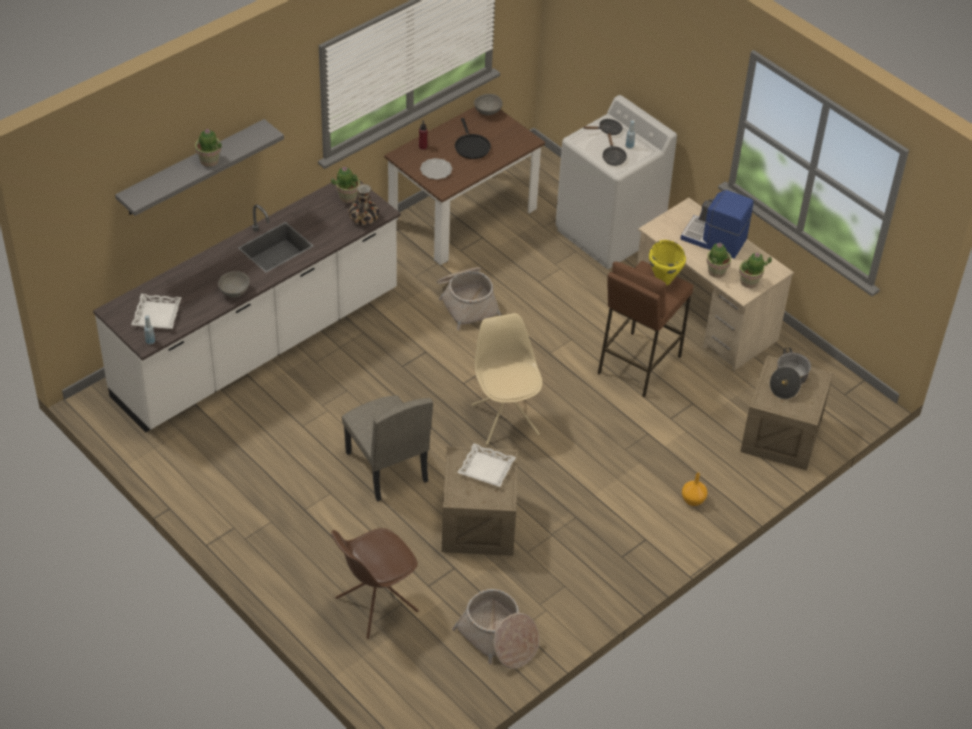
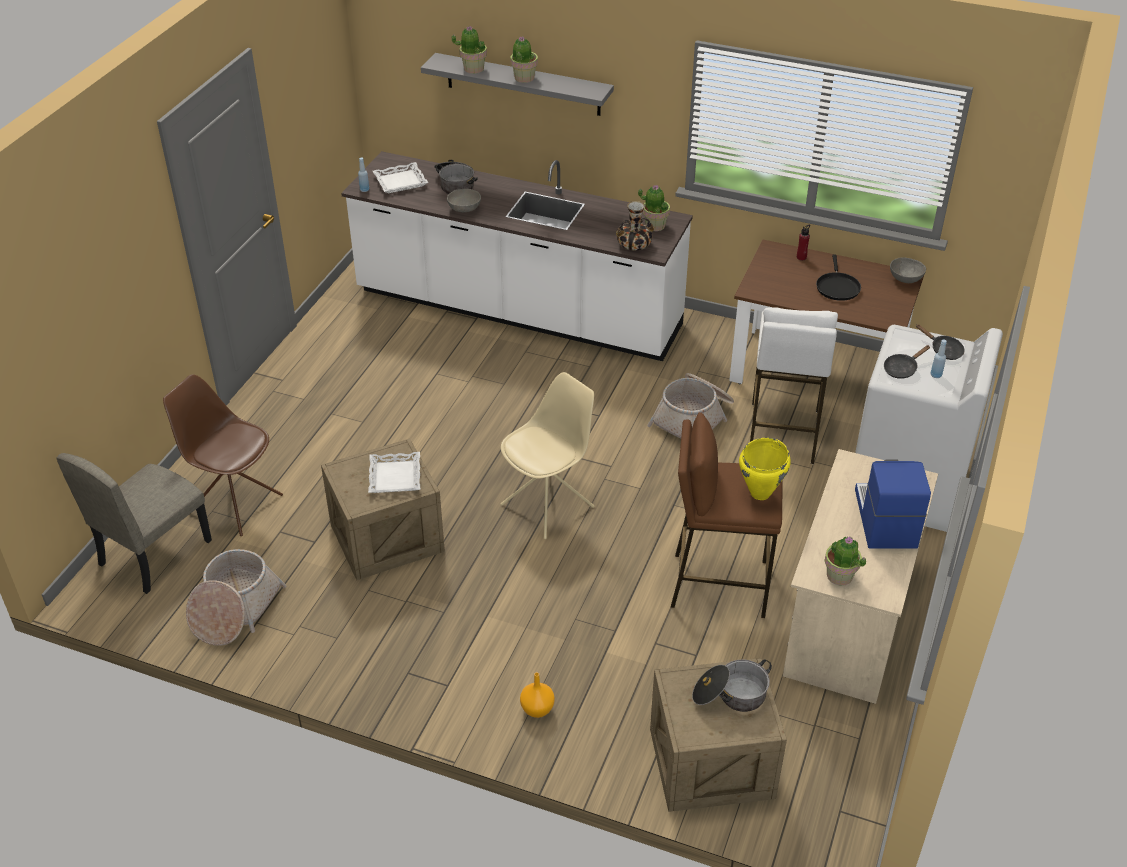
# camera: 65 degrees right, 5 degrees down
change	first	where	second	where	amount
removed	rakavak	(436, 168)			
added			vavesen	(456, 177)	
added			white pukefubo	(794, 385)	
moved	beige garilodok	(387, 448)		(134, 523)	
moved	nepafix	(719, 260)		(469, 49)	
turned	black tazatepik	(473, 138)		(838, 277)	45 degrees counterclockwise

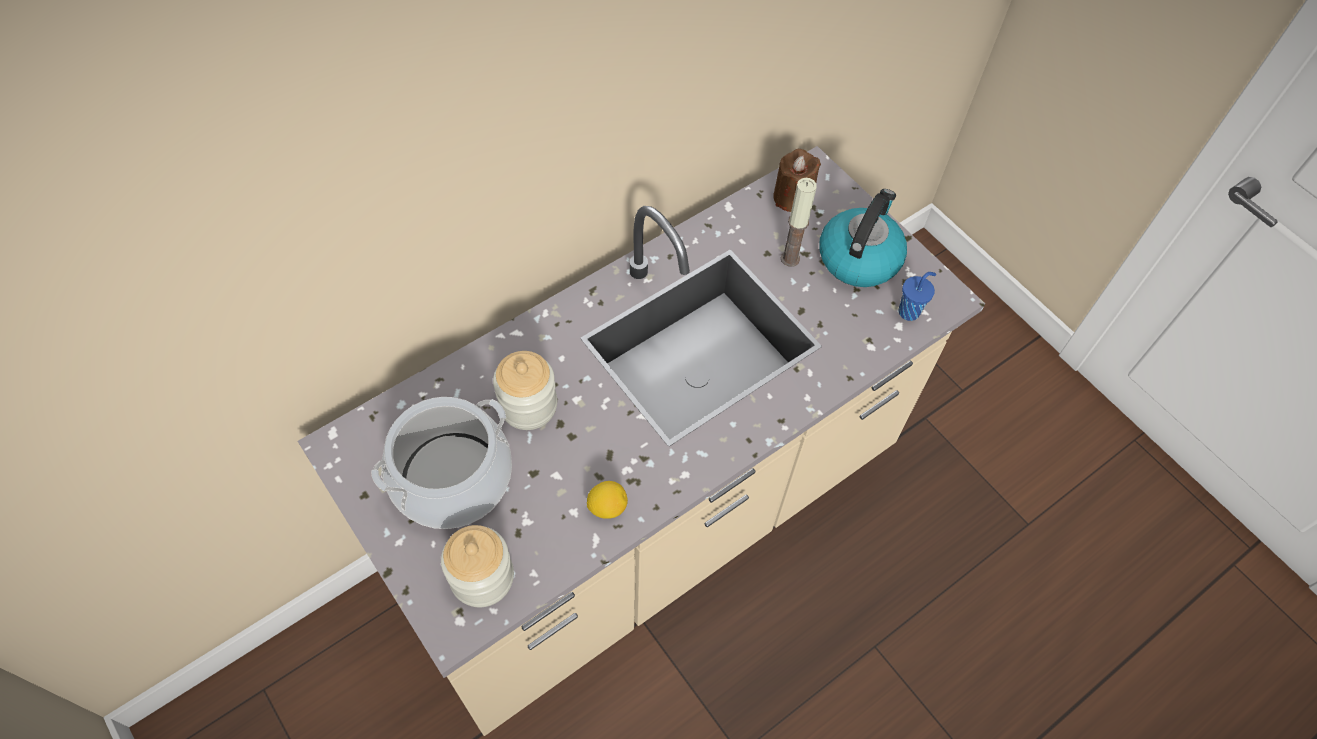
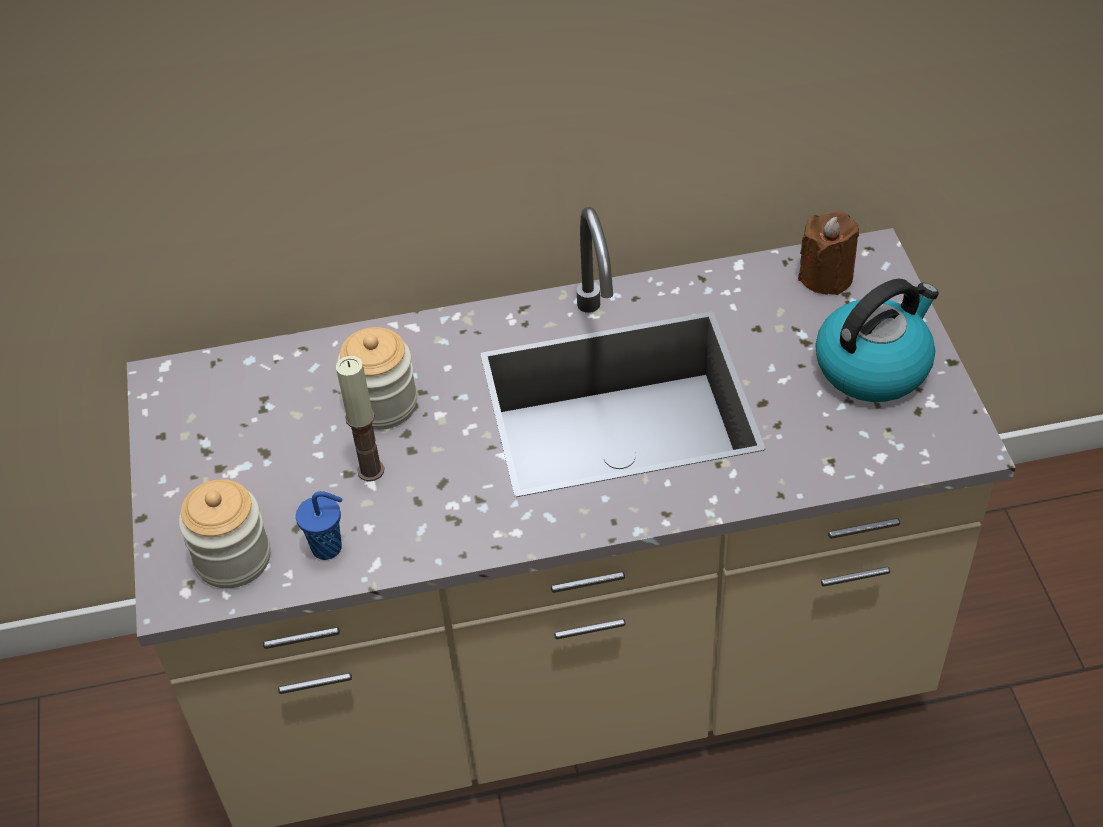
# camera: 30 degrees right, 10 degrees down
change	first	where	second	where	amount
removed	vavesen	(441, 463)			
removed	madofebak	(607, 500)			
moved	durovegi	(799, 222)		(360, 418)	
moved	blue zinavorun	(917, 296)		(319, 525)	

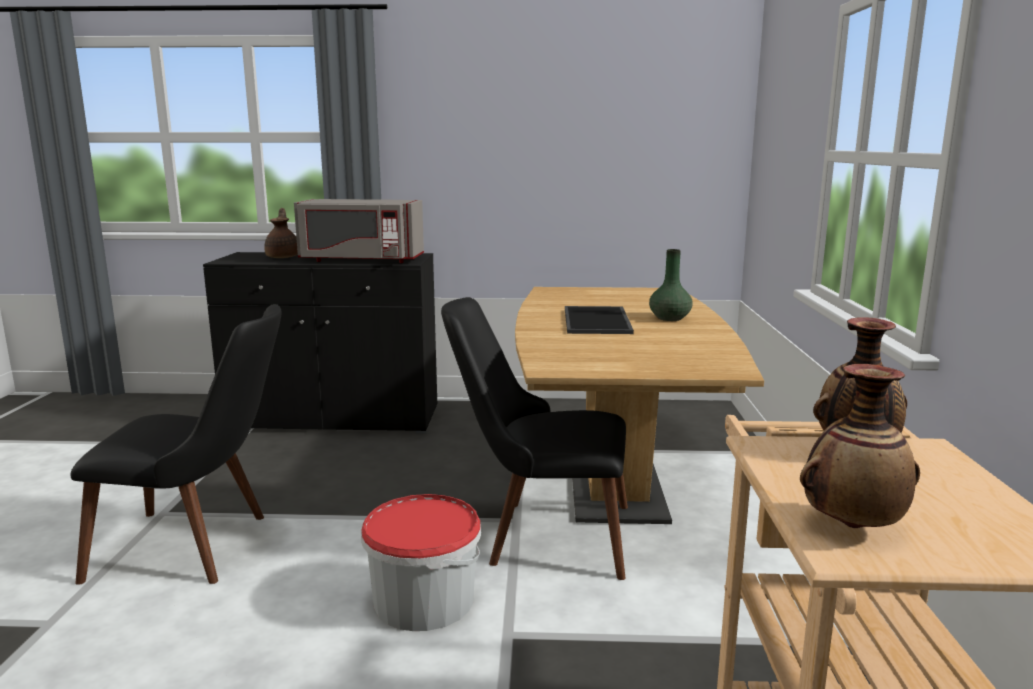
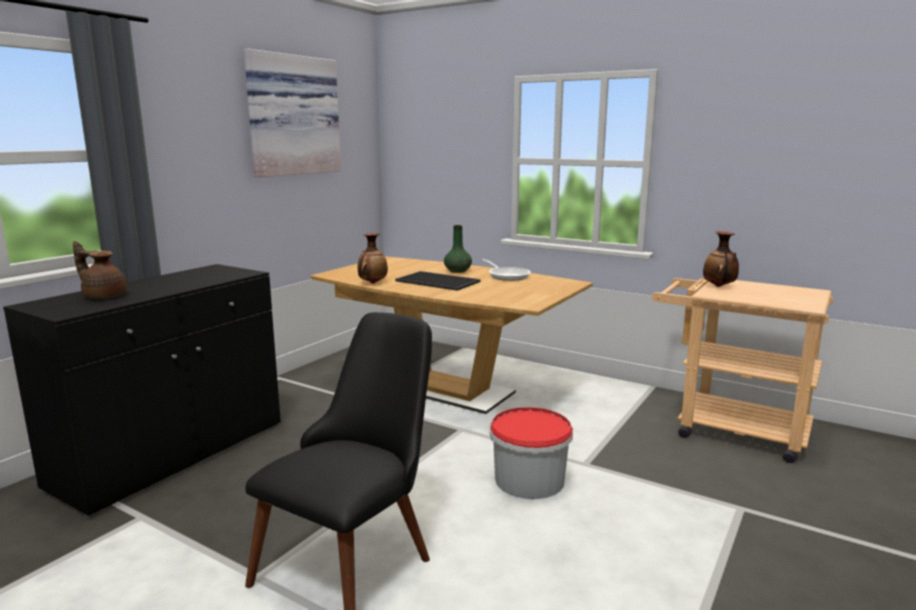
# camera: 60 degrees left, 0 degrees up
change	first	where	second	where	amount
removed	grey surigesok	(359, 231)			
removed	black garilodok	(534, 438)			
added			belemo	(292, 113)	
added			tazatepik	(506, 270)	
moved	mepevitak	(860, 446)		(373, 258)	

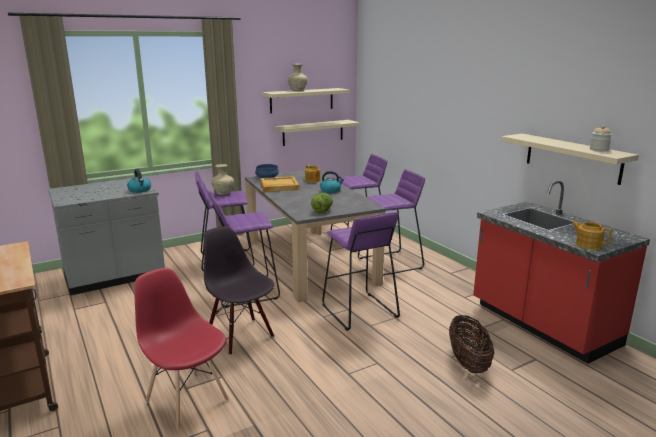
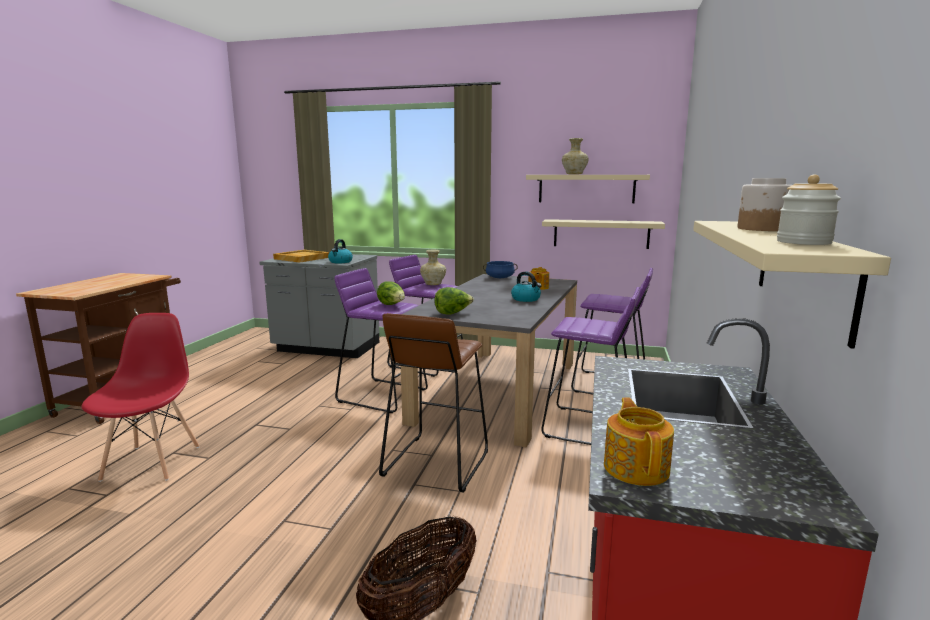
# camera: 45 degrees right, 5 degrees down
change	first	where	second	where	amount
removed	black garilodok	(239, 291)			
added			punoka	(391, 293)	
added			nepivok	(765, 204)	
moved	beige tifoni	(280, 184)		(301, 256)	
recoloured	purple pukefubo	(361, 271)	brown pukefubo	(433, 403)	

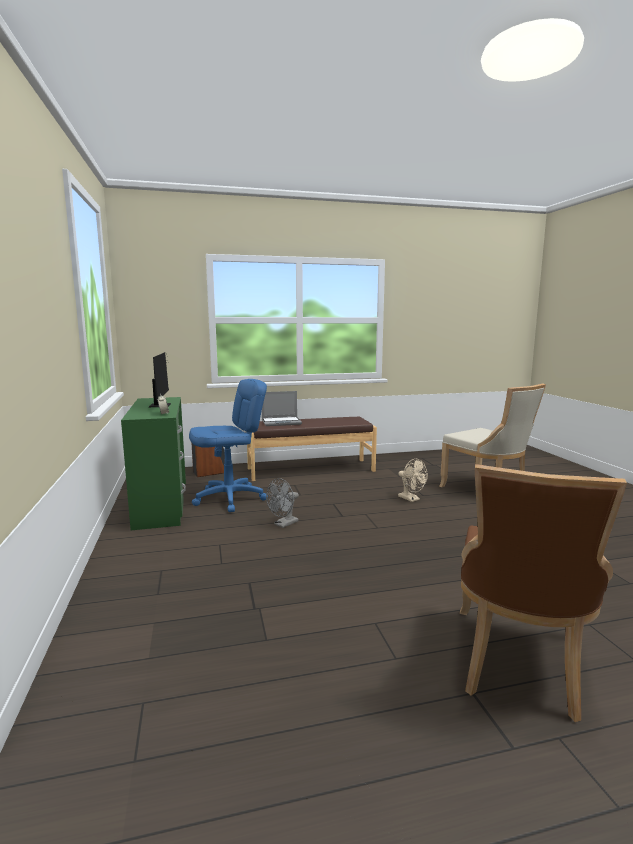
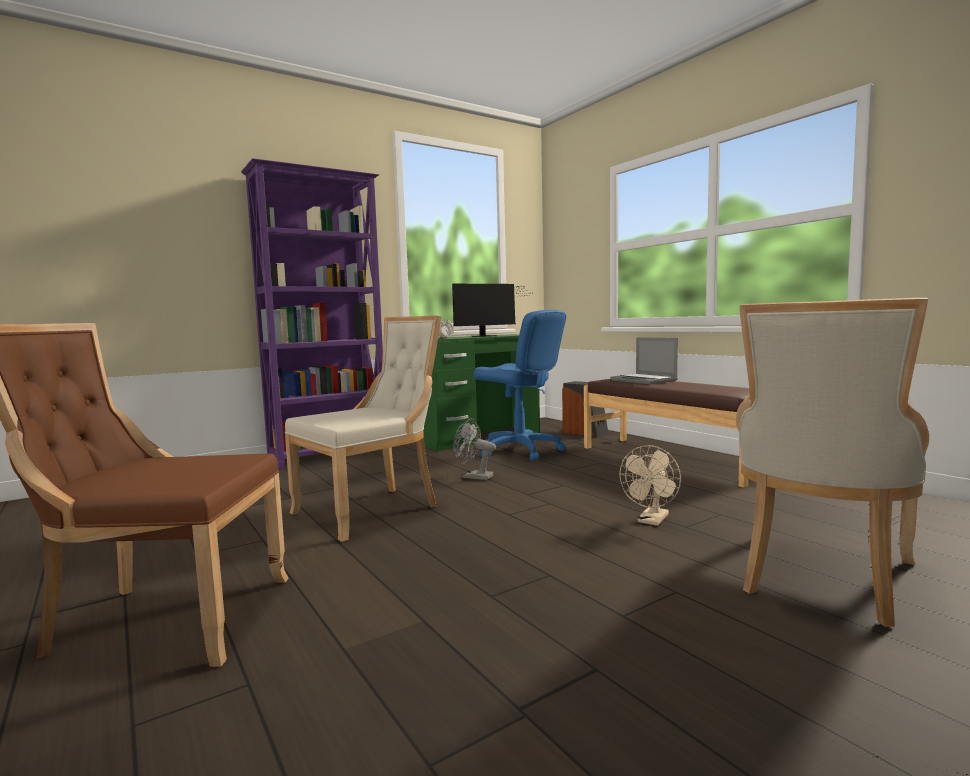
# camera: 70 degrees right, 5 degrees down
change	first	where	second	where	amount
added			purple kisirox	(312, 314)	
added			beige garilodok	(363, 428)	

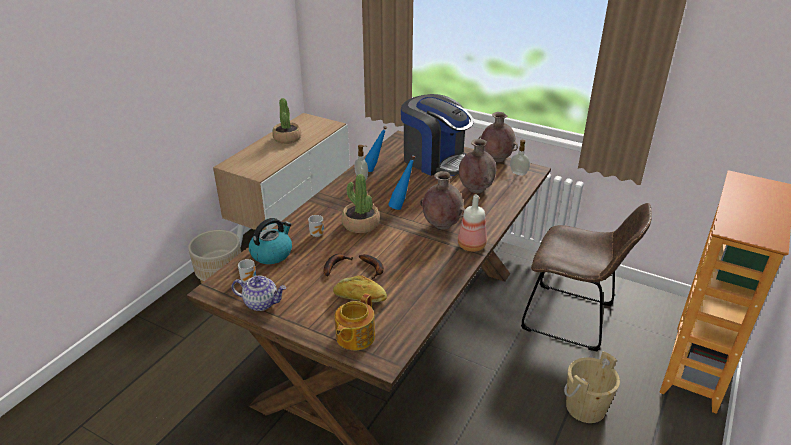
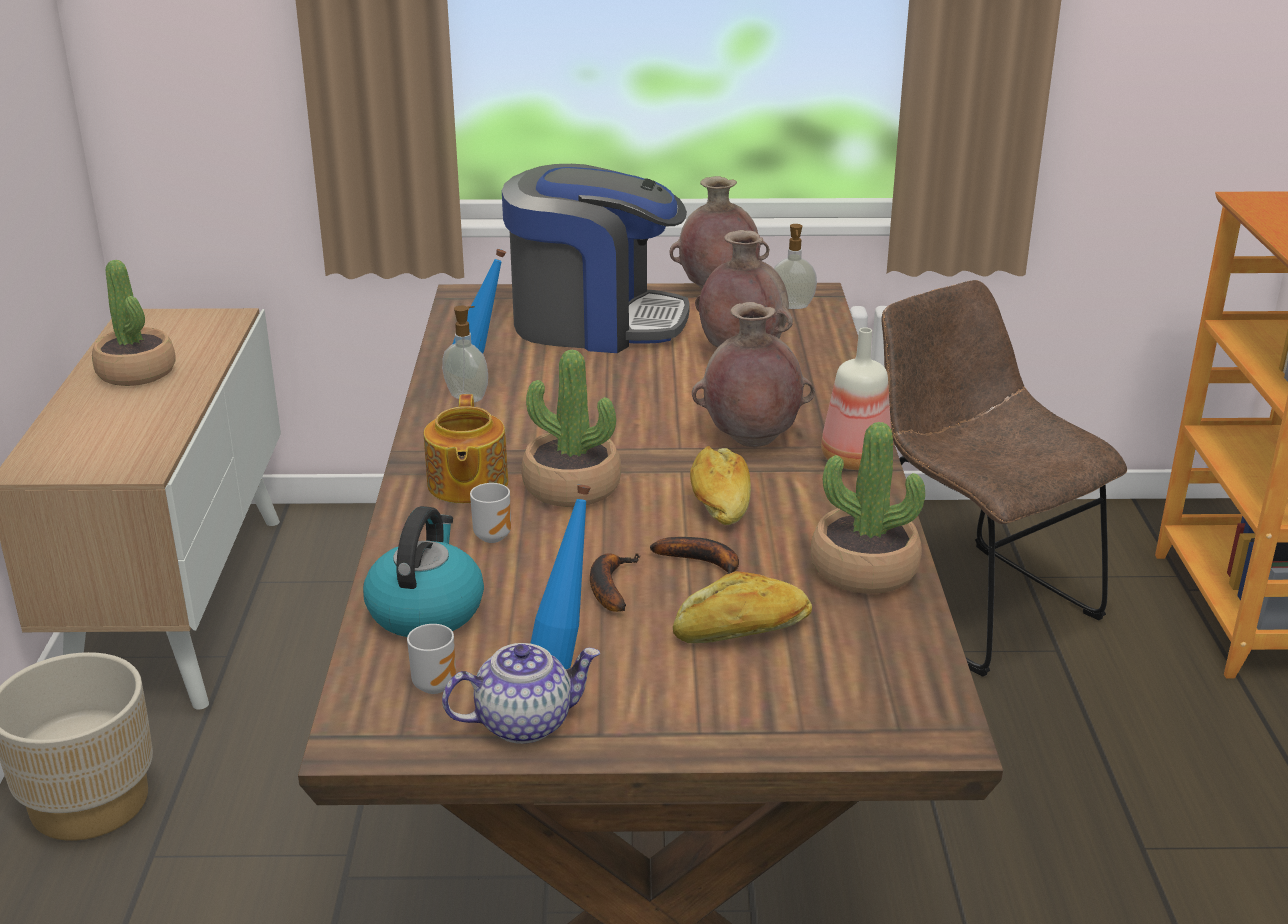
# camera: 30 degrees left, 5 degrees down
change	first	where	second	where	amount
removed	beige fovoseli	(592, 387)			
added			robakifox	(720, 485)	
added			nepafix	(868, 508)	
moved	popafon	(355, 321)		(466, 448)	
moved	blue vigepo	(401, 182)		(560, 576)	
turned	brown garilodok	(586, 277)		(1004, 478)	120 degrees counterclockwise

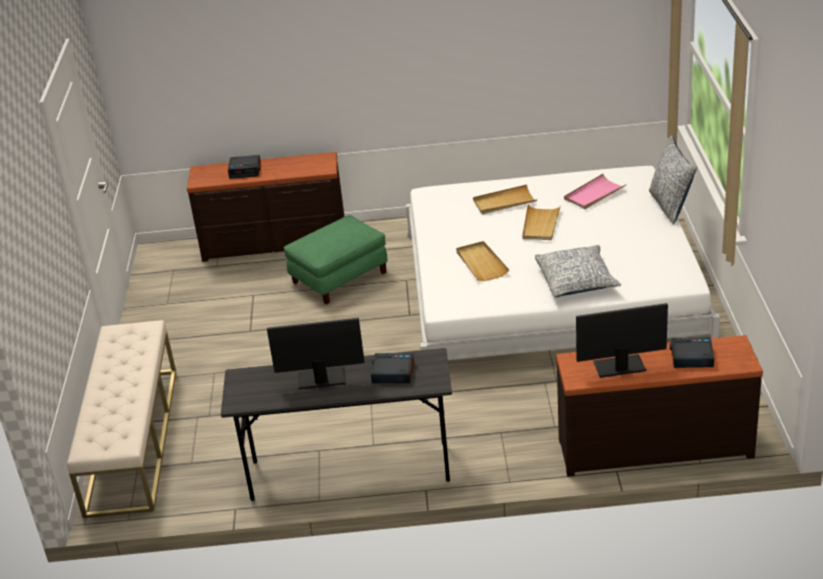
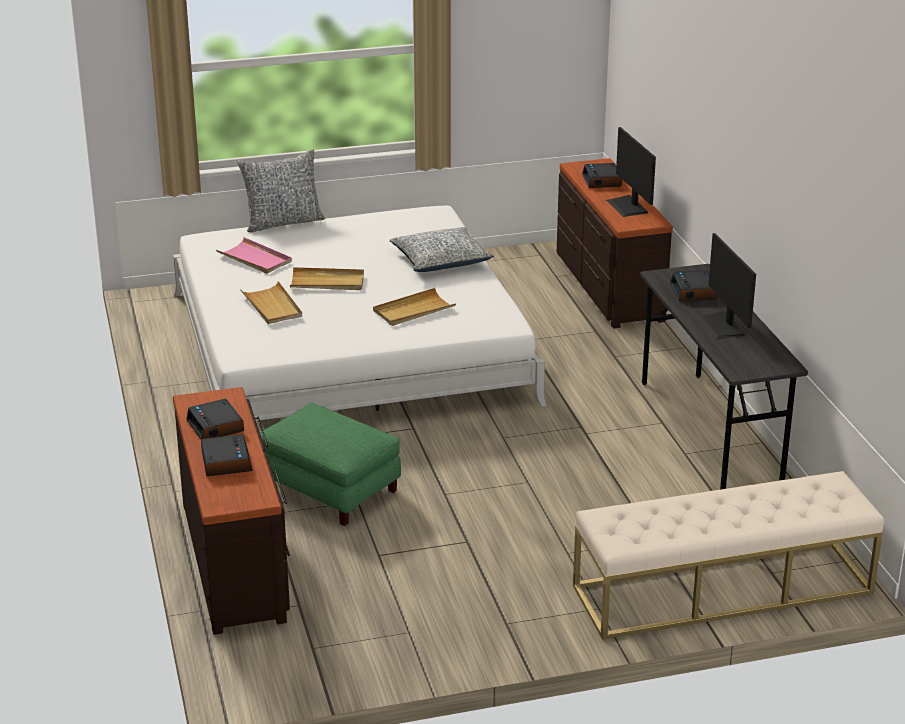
# camera: 105 degrees left, 5 degrees down
change	first	where	second	where	amount
added			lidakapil	(215, 419)	

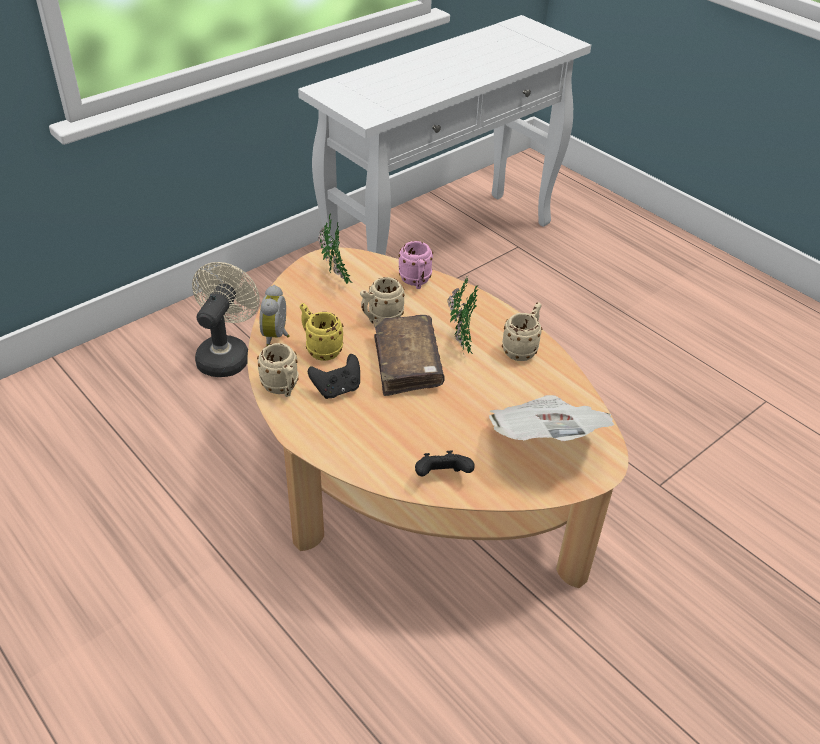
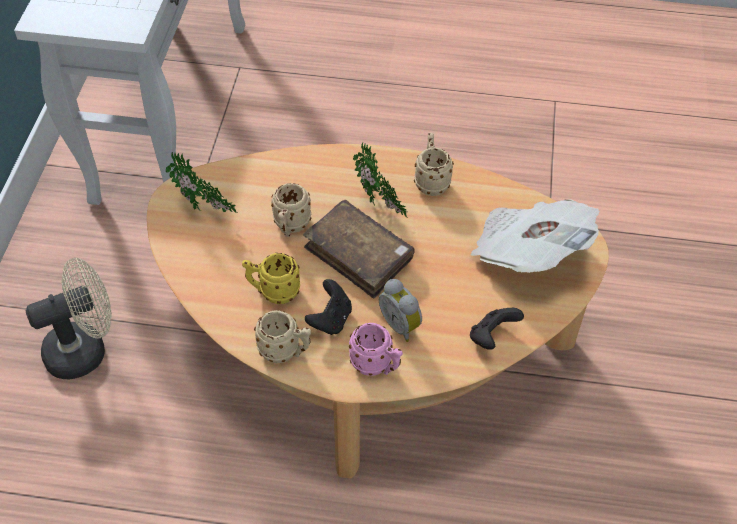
# camera: 40 degrees left, 10 degrees up
change	first	where	second	where	amount
moved	lidakapil	(274, 315)		(400, 310)	
moved	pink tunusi	(416, 265)		(376, 349)	
turned	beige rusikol	(226, 319)		(69, 318)	90 degrees clockwise

